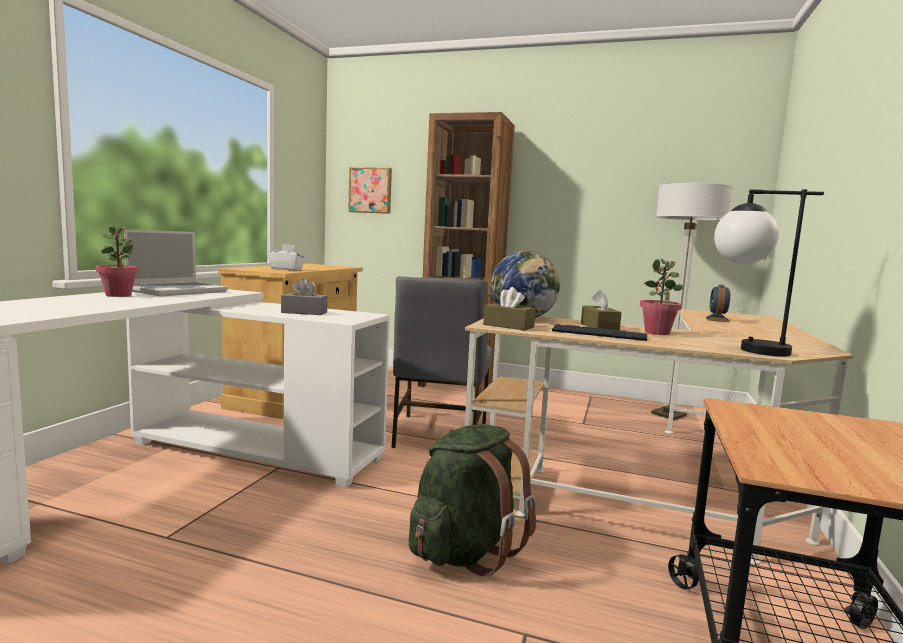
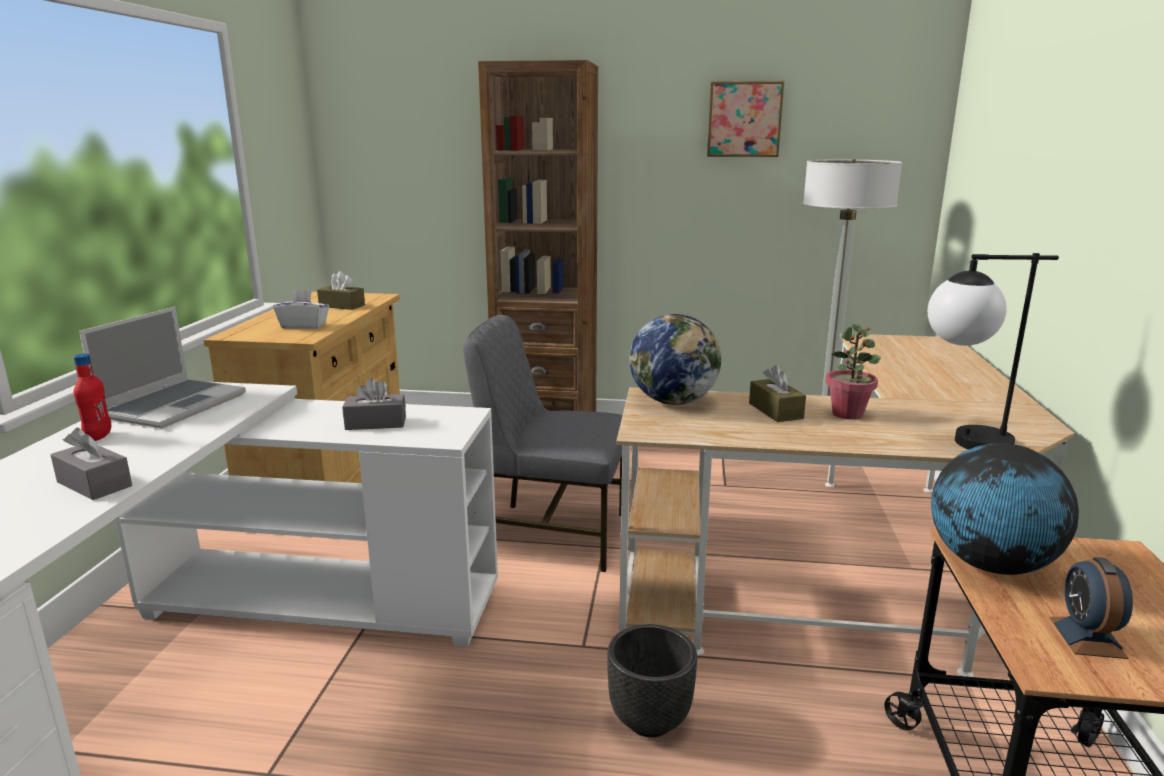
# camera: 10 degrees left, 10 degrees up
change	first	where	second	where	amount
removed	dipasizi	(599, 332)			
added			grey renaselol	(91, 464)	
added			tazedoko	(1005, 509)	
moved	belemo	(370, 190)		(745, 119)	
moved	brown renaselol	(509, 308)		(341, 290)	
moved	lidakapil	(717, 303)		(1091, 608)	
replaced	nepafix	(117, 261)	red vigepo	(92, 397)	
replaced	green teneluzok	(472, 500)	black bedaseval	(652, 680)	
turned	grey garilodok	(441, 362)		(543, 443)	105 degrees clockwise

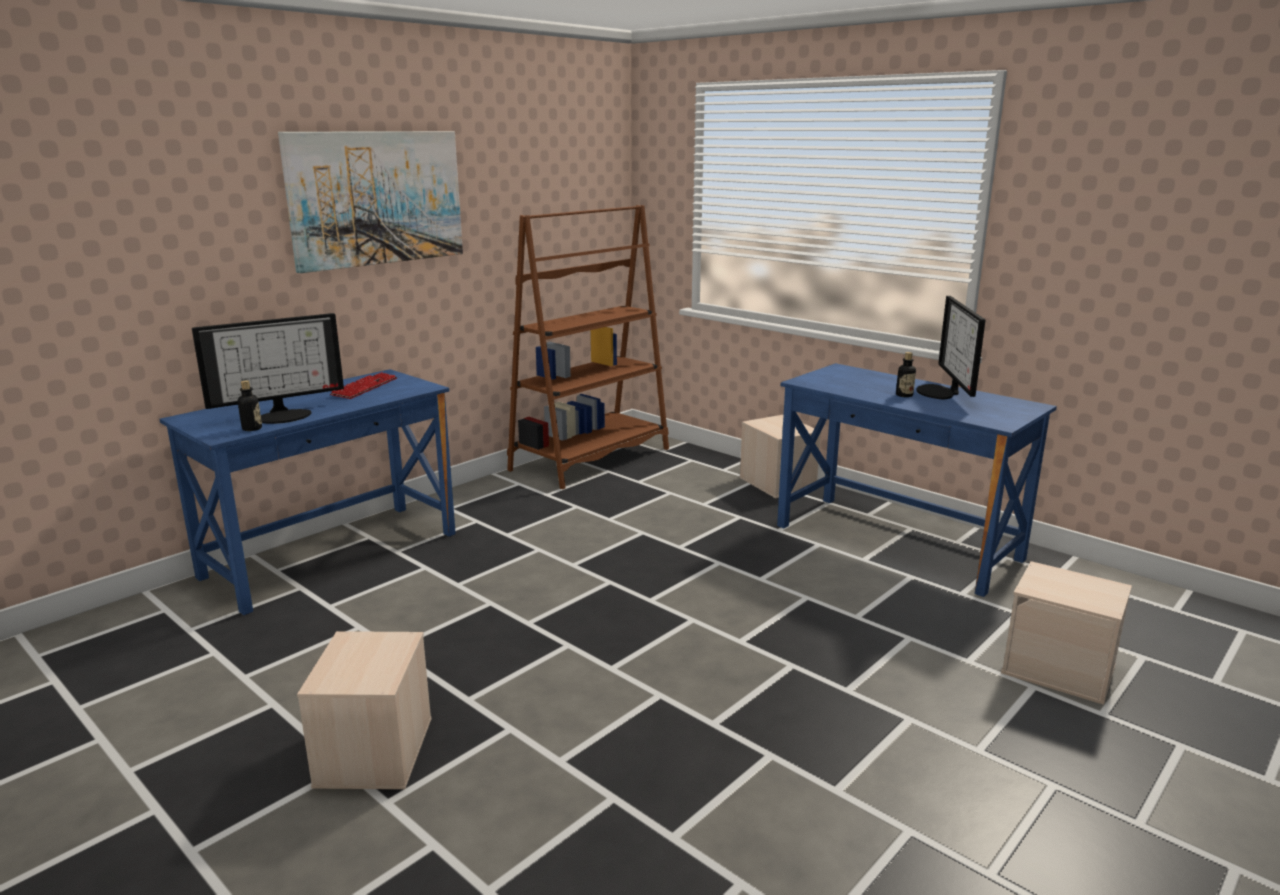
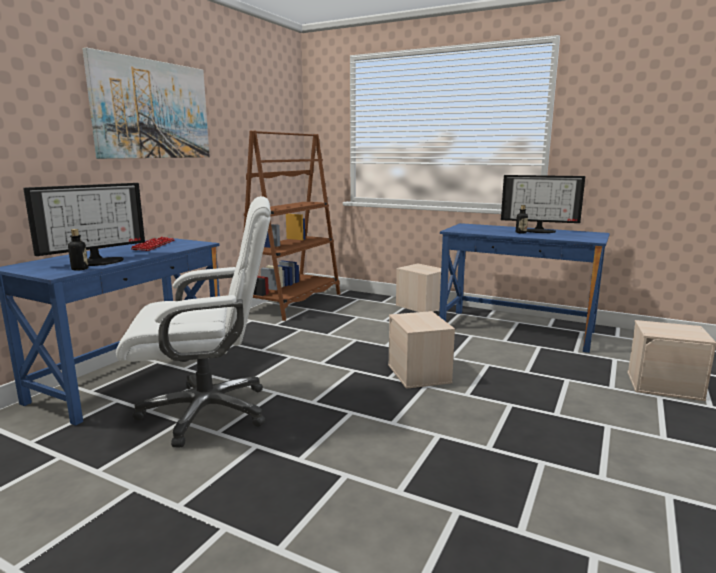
# camera: 15 degrees left, 5 degrees down
change	first	where	second	where	amount
added			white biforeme	(193, 322)	
moved	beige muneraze	(364, 710)		(421, 350)	
turned	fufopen	(950, 347)		(543, 204)	60 degrees counterclockwise

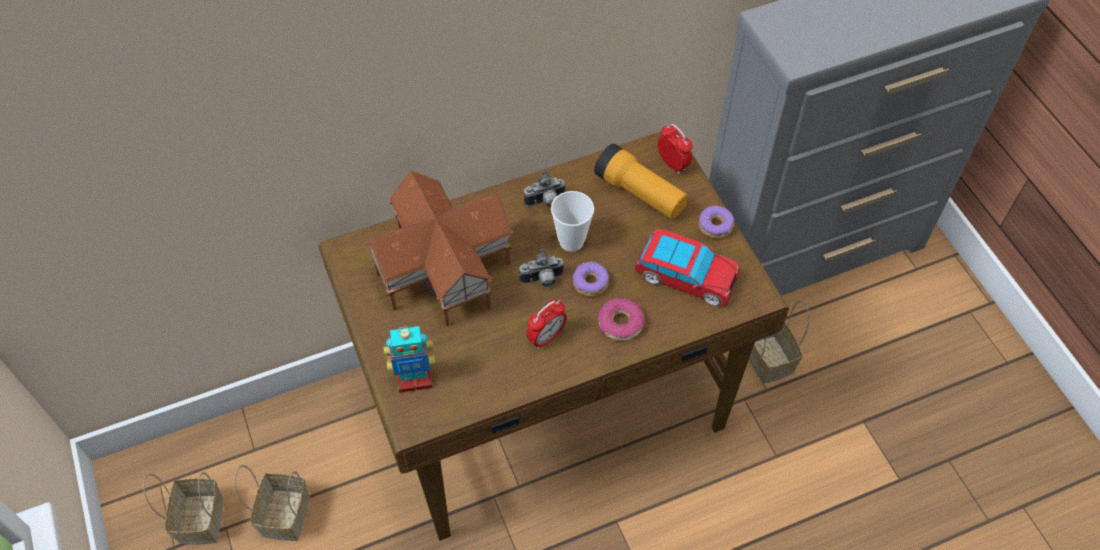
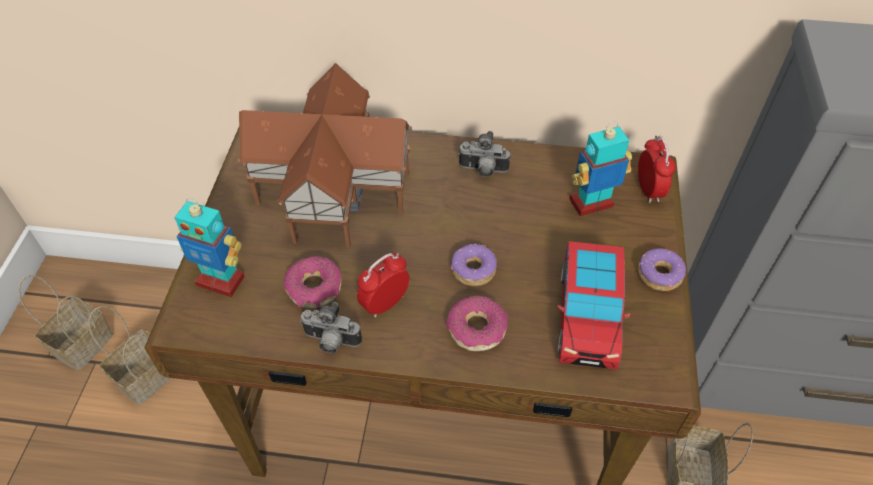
# camera: 30 degrees right, 5 degrees down
change	first	where	second	where	amount
removed	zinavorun	(572, 221)			
added			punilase	(312, 282)	
moved	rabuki	(542, 268)		(331, 327)	
replaced	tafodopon	(641, 182)	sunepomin	(601, 169)	
turned	lidakapil	(546, 324)		(383, 285)	150 degrees clockwise
turned	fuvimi	(687, 267)		(593, 305)	45 degrees clockwise

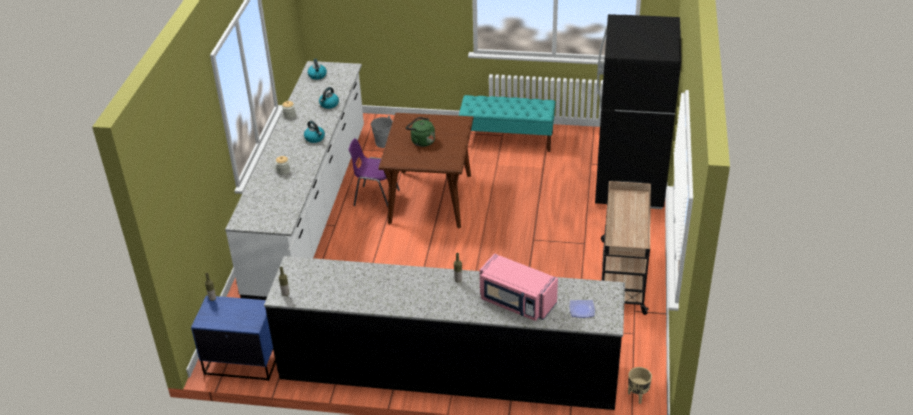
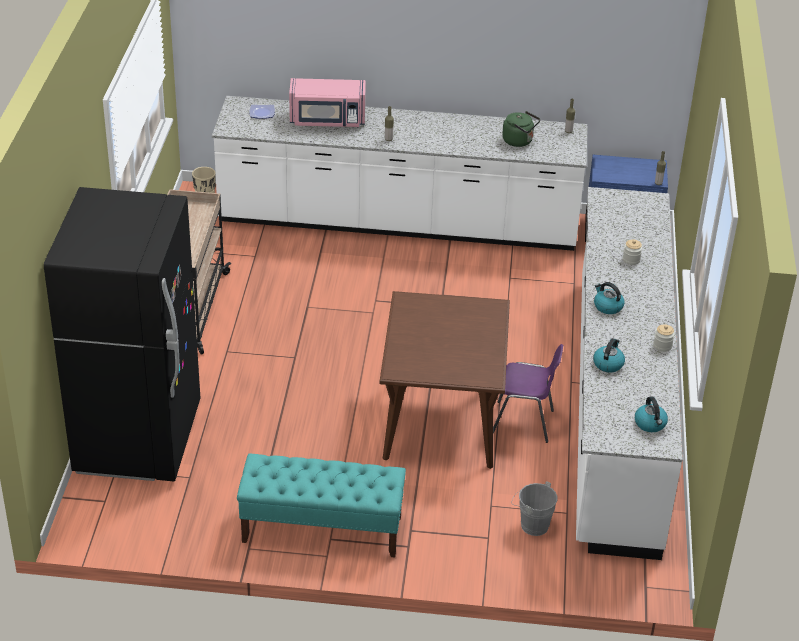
# camera: 175 degrees right, 0 degrees up
change	first	where	second	where	amount
moved	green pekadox	(420, 132)		(521, 129)	
recoloured	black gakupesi	(444, 333)	white gakupesi	(399, 173)	
turned	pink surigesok	(519, 287)		(327, 102)	150 degrees clockwise

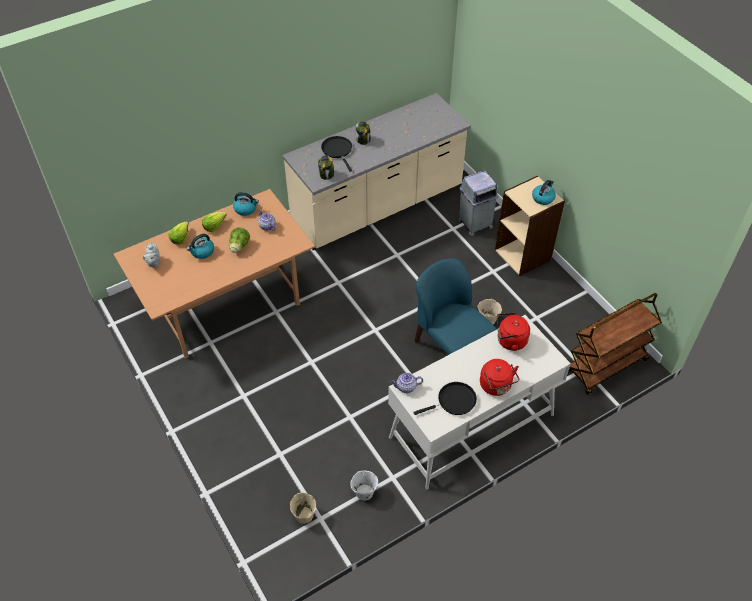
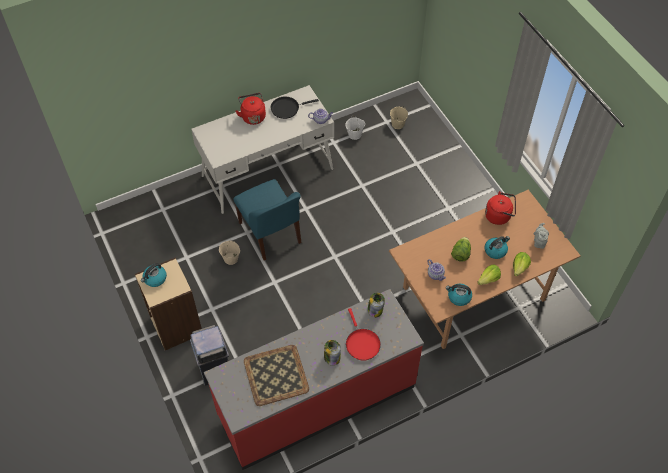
# camera: 175 degrees left, 5 degrees up
change	first	where	second	where	amount
removed	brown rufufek	(615, 344)			
added			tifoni	(276, 375)	
moved	red pekadox	(513, 331)		(500, 208)	
recoloured	beige gakupesi	(377, 171)	red gakupesi	(314, 379)	
recoloured	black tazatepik	(336, 154)	red tazatepik	(363, 334)	

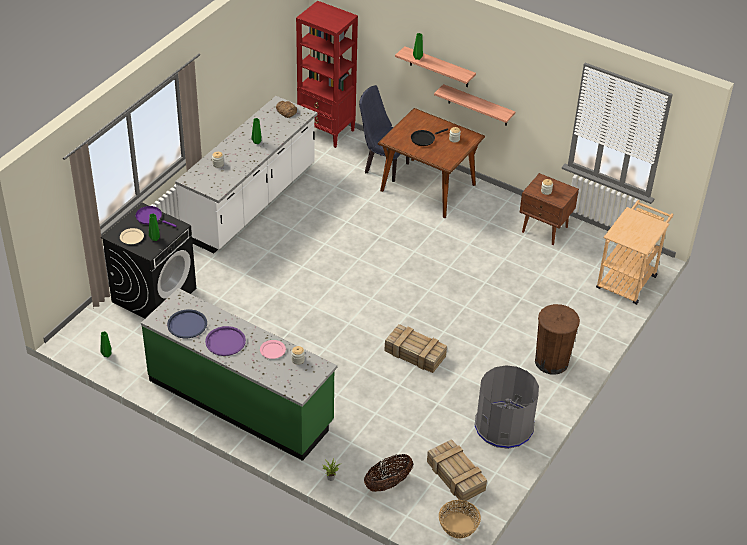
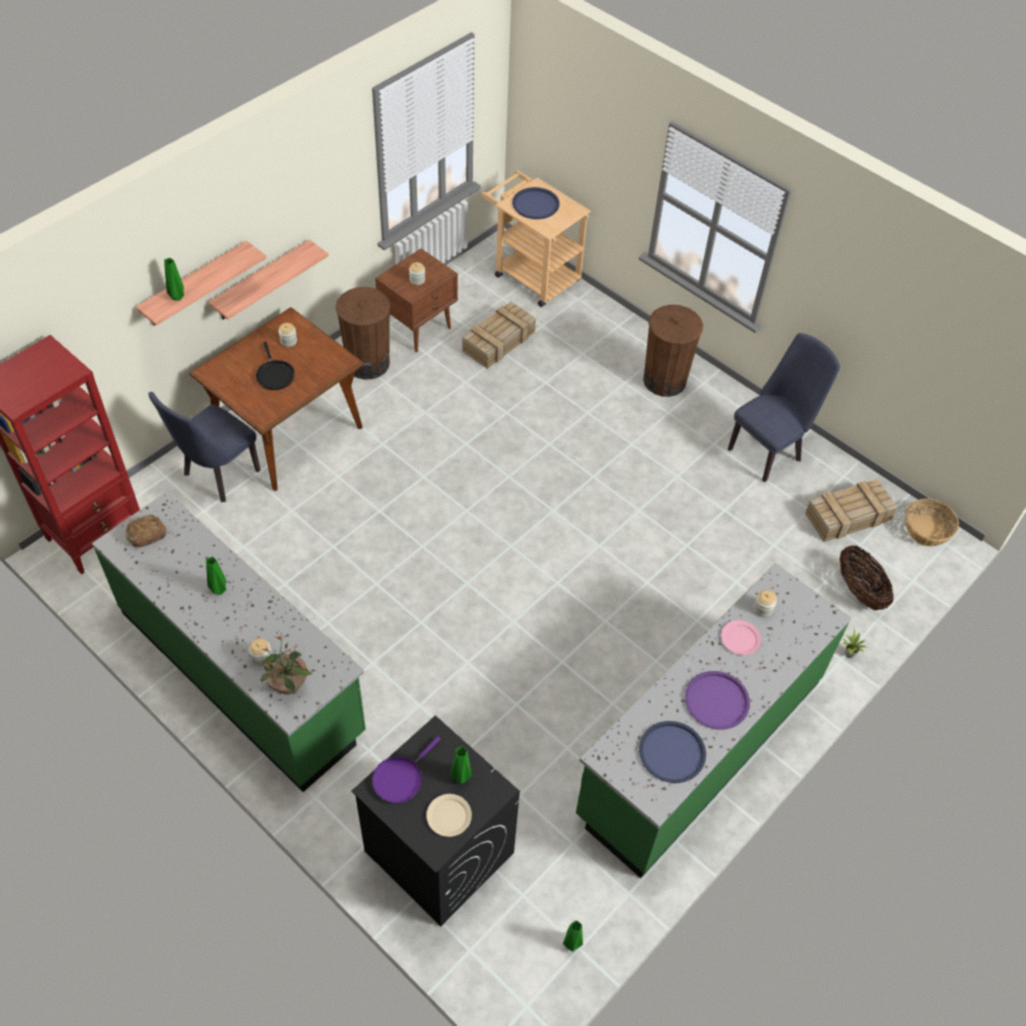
# camera: 80 degrees left, 10 degrees up
change	first	where	second	where	amount
added			nepafix	(286, 664)	
added			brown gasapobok	(363, 333)	
added			blue tifoni	(536, 203)	
moved	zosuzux	(415, 348)		(499, 335)	
replaced	grey gasapobok	(507, 407)	blue garilodok	(784, 407)	
recoloured	white gakupesi	(246, 174)	green gakupesi	(229, 642)	

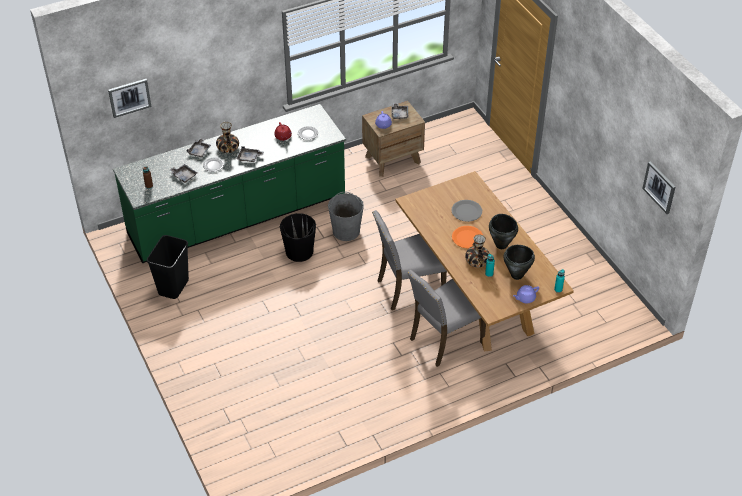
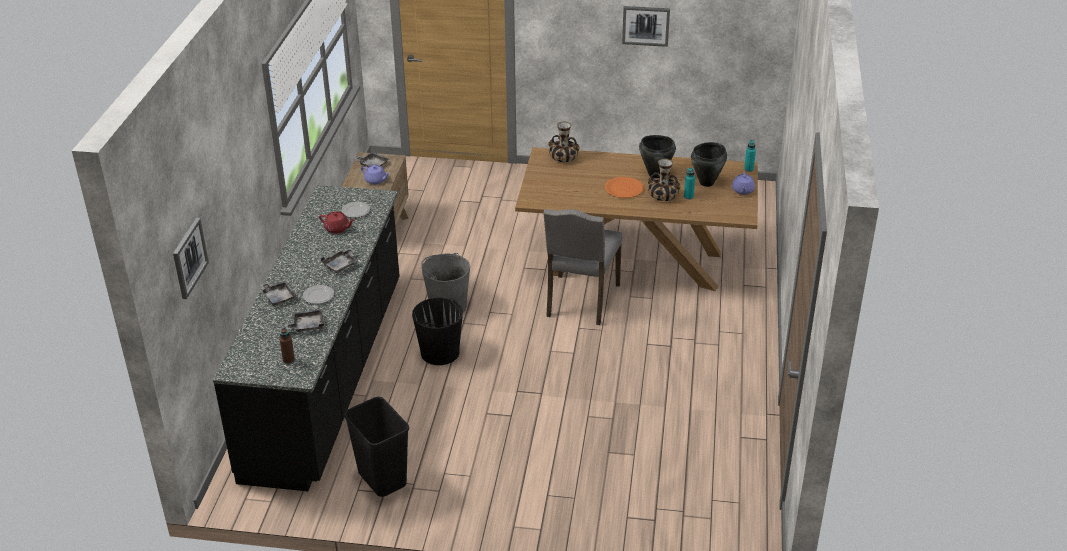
# camera: 55 degrees left, 10 degrees down
change	first	where	second	where	amount
removed	grey garilodok	(446, 318)			
removed	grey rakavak	(466, 211)			
moved	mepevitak	(227, 137)		(564, 142)	
moved	belemo	(659, 187)		(646, 26)	
recoloured	green gakupesi	(229, 183)	black gakupesi	(306, 338)	

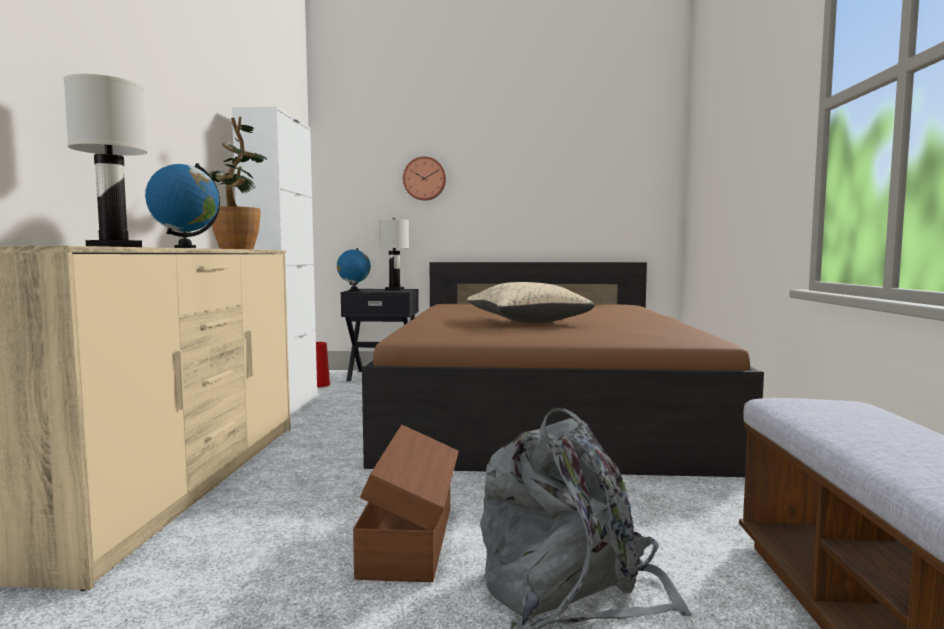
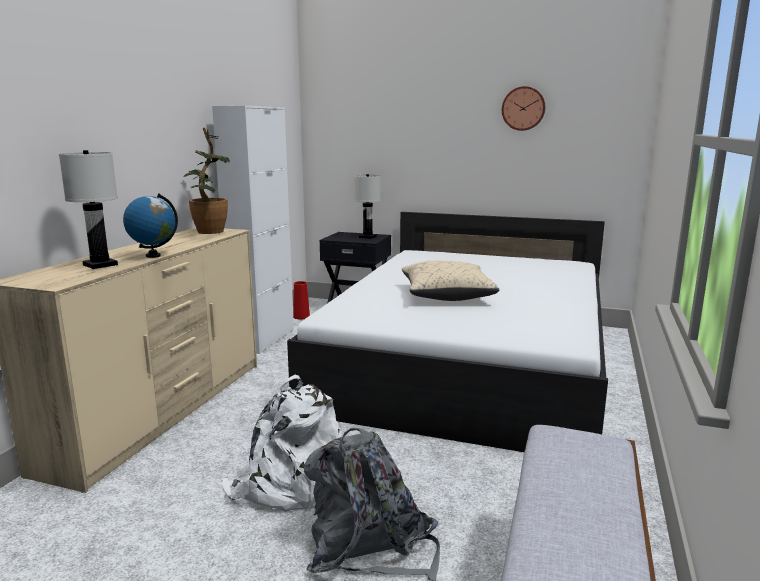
# camera: 15 degrees right, 10 degrees up
change	first	where	second	where	amount
removed	tazedoko	(354, 269)			
moved	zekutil	(424, 178)		(523, 108)	
replaced	brown muneraze	(406, 503)	white teneluzok	(281, 443)	
recoloured	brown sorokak	(563, 369)	white sorokak	(447, 332)	

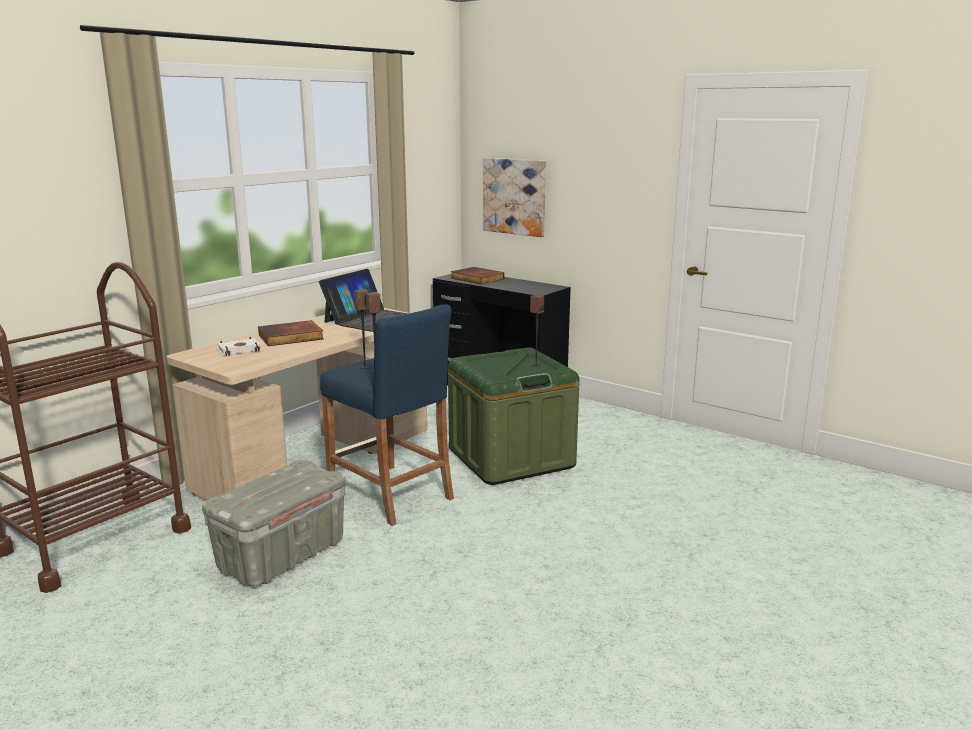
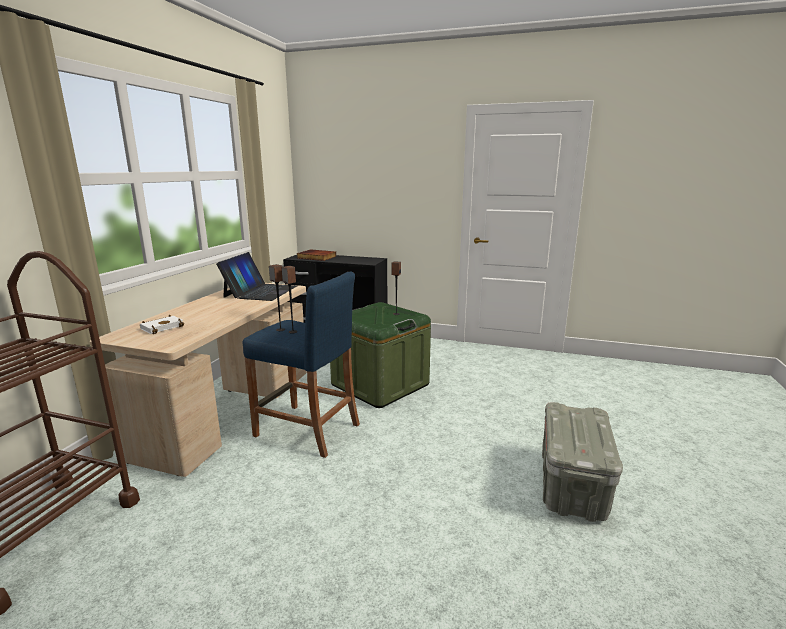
# camera: 20 degrees left, 0 degrees up
change	first	where	second	where	amount
removed	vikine	(291, 333)			
removed	belemo	(514, 197)			
moved	grey muneraze	(274, 523)		(582, 462)	

